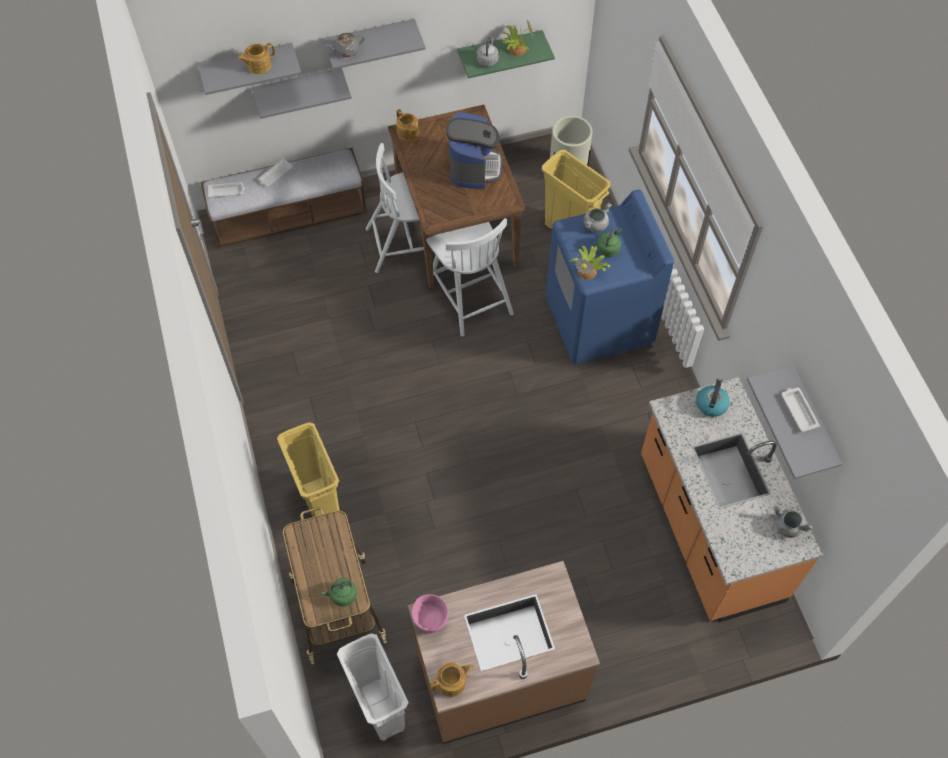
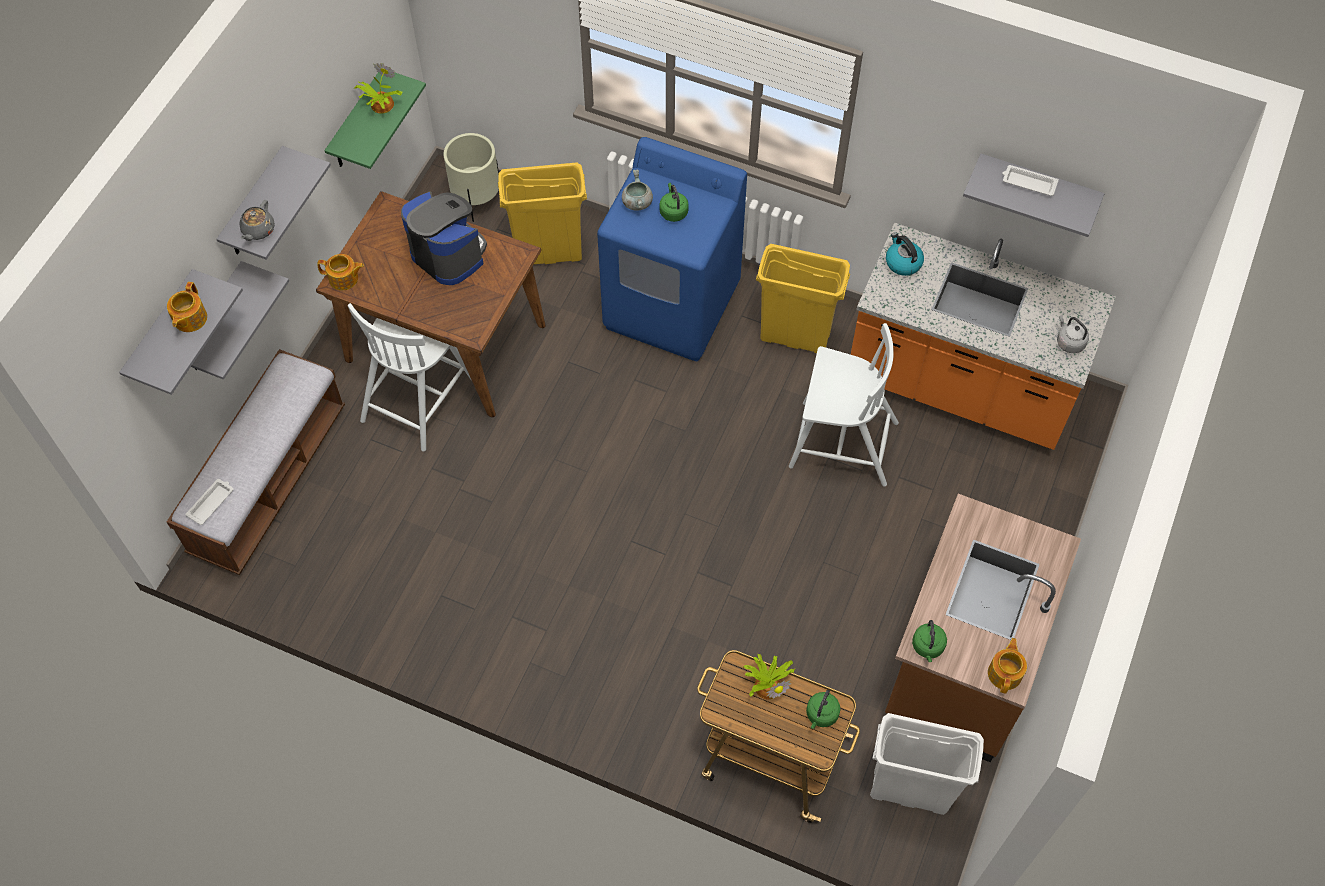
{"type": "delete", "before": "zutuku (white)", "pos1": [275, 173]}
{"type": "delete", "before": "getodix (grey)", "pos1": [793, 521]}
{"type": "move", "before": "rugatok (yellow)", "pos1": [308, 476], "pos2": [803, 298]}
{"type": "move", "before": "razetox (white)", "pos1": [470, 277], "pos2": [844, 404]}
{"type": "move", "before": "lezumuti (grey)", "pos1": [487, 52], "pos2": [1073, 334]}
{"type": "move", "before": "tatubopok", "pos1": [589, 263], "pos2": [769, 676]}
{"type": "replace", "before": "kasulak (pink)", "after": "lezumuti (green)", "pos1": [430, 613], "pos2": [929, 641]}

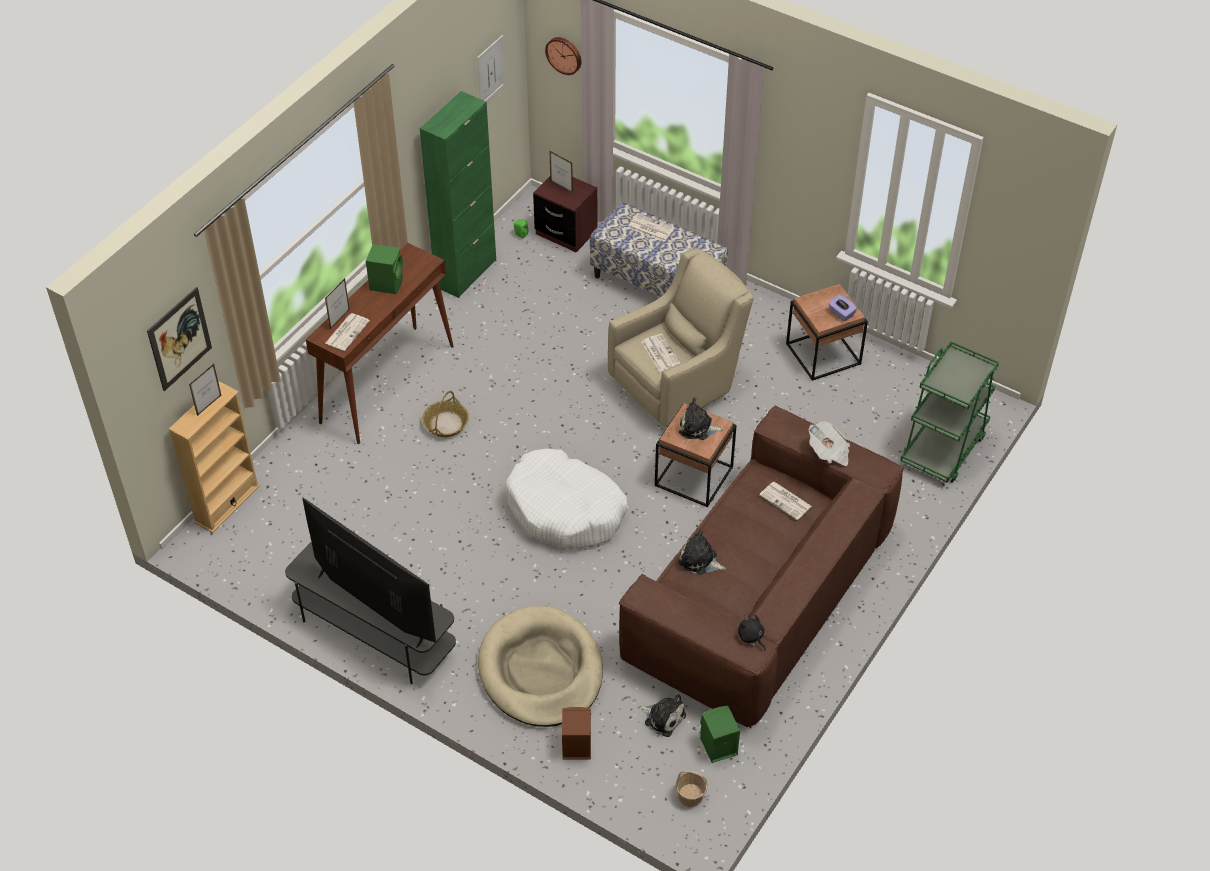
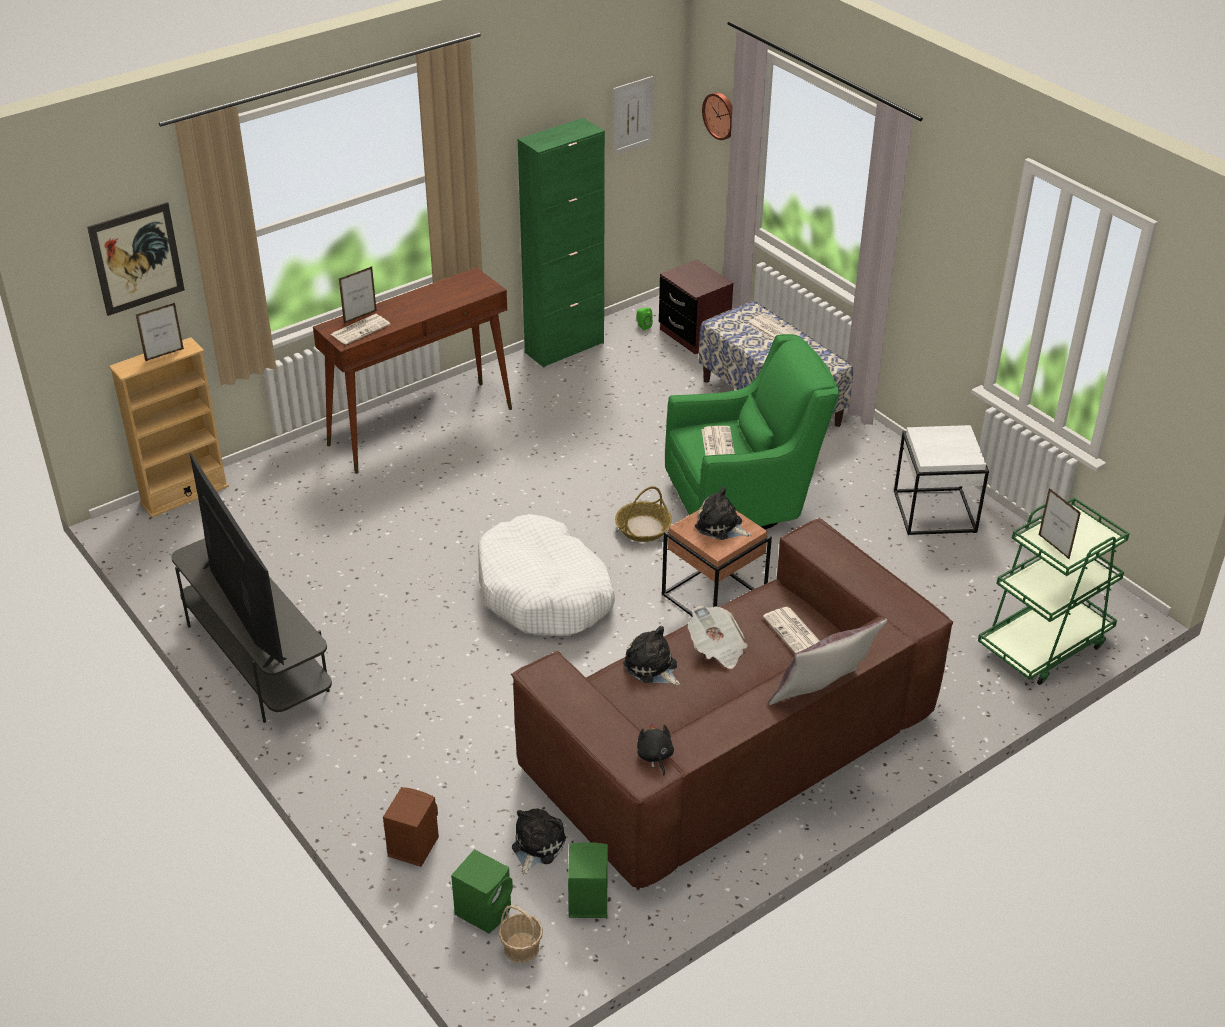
{"type": "delete", "before": "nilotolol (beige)", "pos1": [540, 666]}
{"type": "delete", "before": "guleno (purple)", "pos1": [843, 307]}
{"type": "insert", "after": "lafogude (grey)", "pos2": [827, 661]}
{"type": "move", "before": "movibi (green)", "pos1": [384, 269], "pos2": [482, 891]}
{"type": "move", "before": "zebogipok", "pos1": [445, 414], "pos2": [643, 514]}
{"type": "move", "before": "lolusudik", "pos1": [561, 171], "pos2": [1060, 524]}
{"type": "move", "before": "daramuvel", "pos1": [829, 443], "pos2": [718, 637]}
{"type": "recolor", "before": "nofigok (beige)", "after": "nofigok (green)", "pos1": [681, 338], "pos2": [752, 432]}
{"type": "recolor", "before": "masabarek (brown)", "after": "masabarek (white)", "pos1": [827, 332], "pos2": [941, 480]}
{"type": "rotate", "before": "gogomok", "pos1": [662, 715], "pos2": [539, 841], "turn": -120}

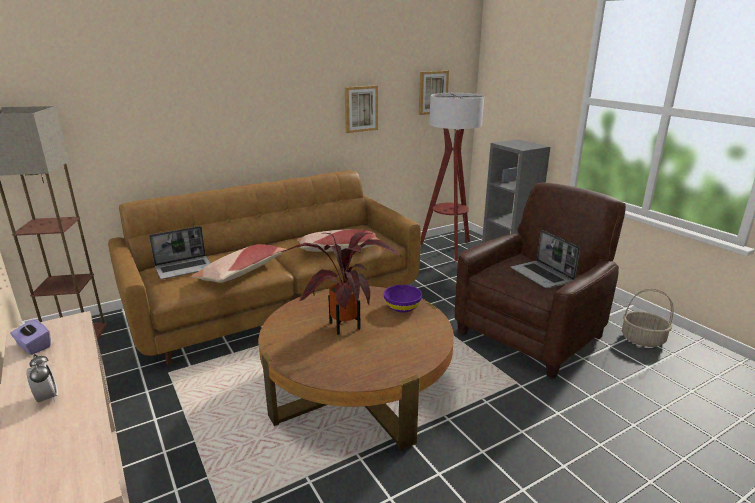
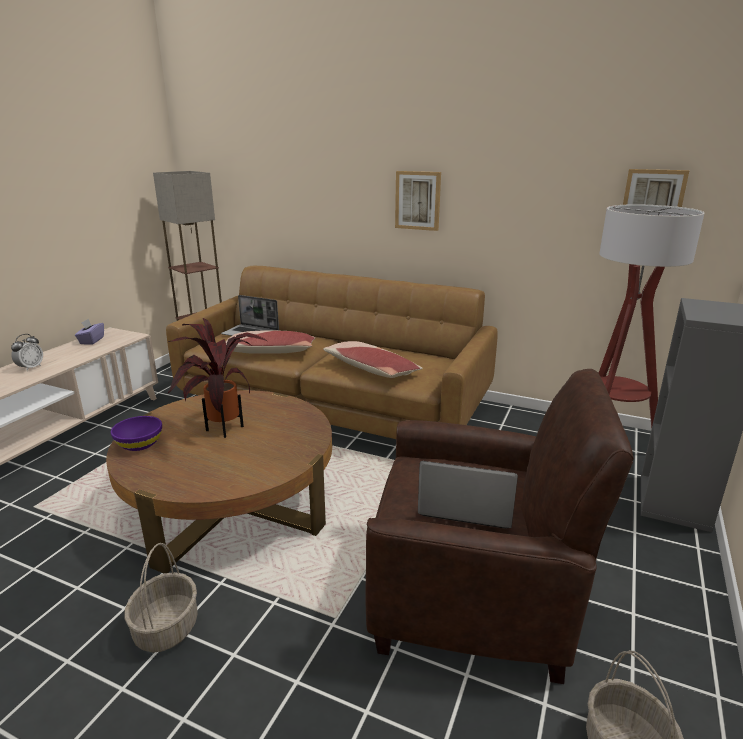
{"type": "insert", "after": "zebogipok", "pos2": [161, 598]}
{"type": "move", "before": "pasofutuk", "pos1": [361, 109], "pos2": [418, 201]}
{"type": "move", "before": "kasulak (purple)", "pos1": [403, 299], "pos2": [136, 433]}
{"type": "rotate", "before": "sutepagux", "pos1": [545, 259], "pos2": [468, 495], "turn": 75}

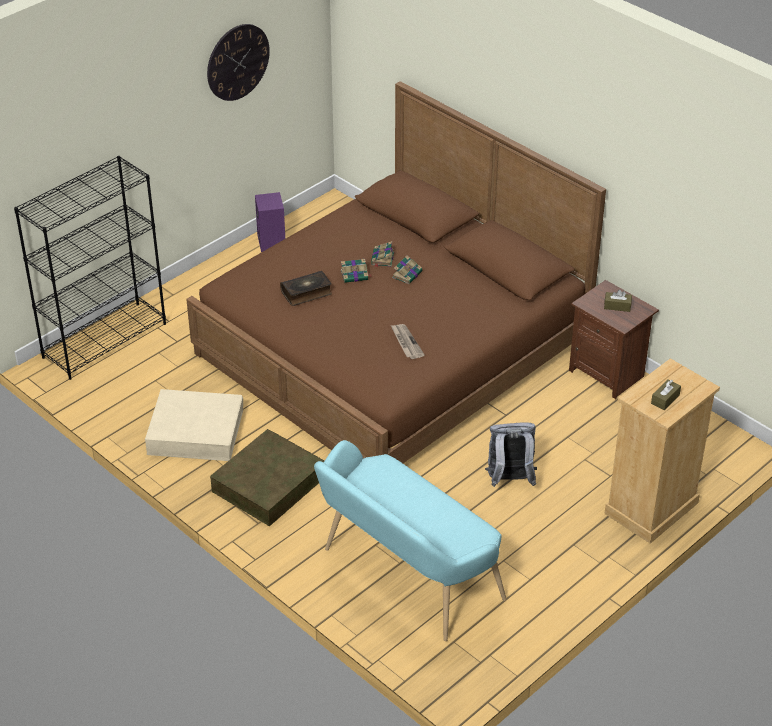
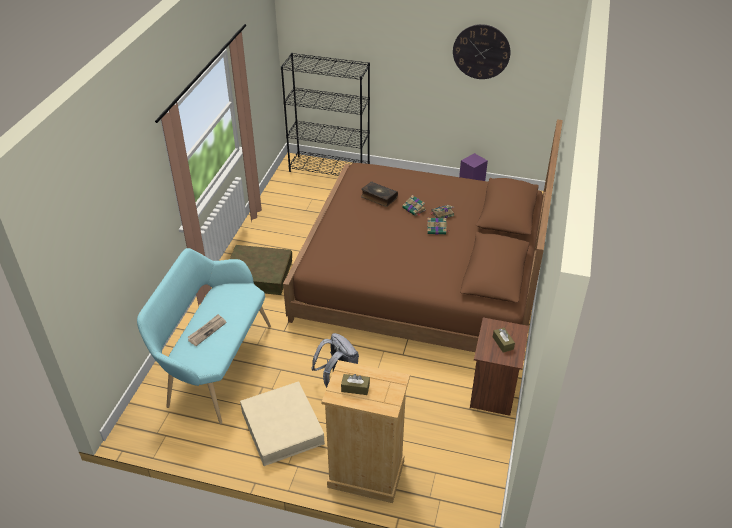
{"type": "move", "before": "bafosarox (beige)", "pos1": [194, 425], "pos2": [282, 423]}
{"type": "move", "before": "daramuvel", "pos1": [408, 341], "pos2": [207, 330]}

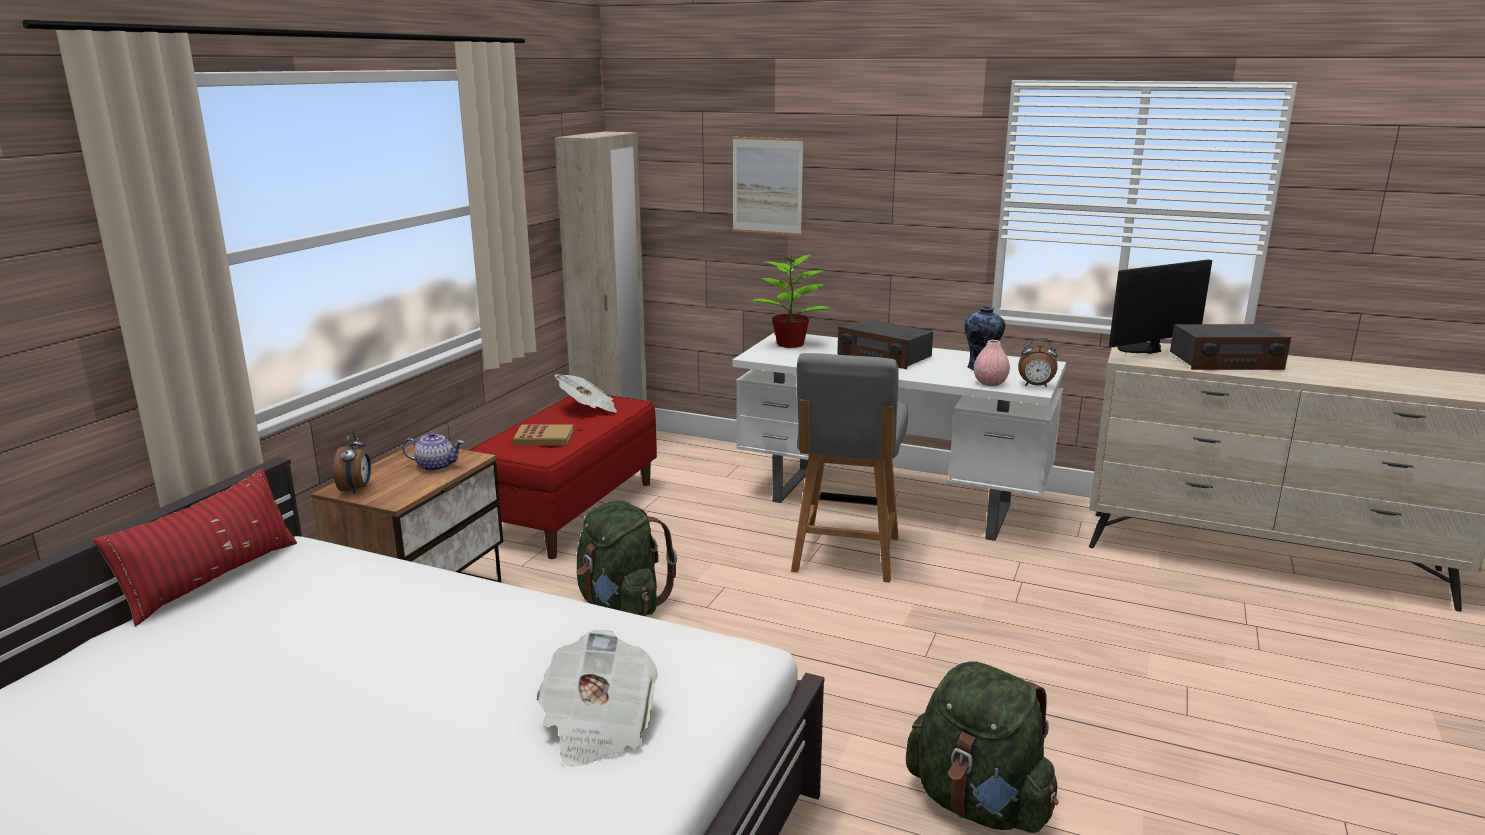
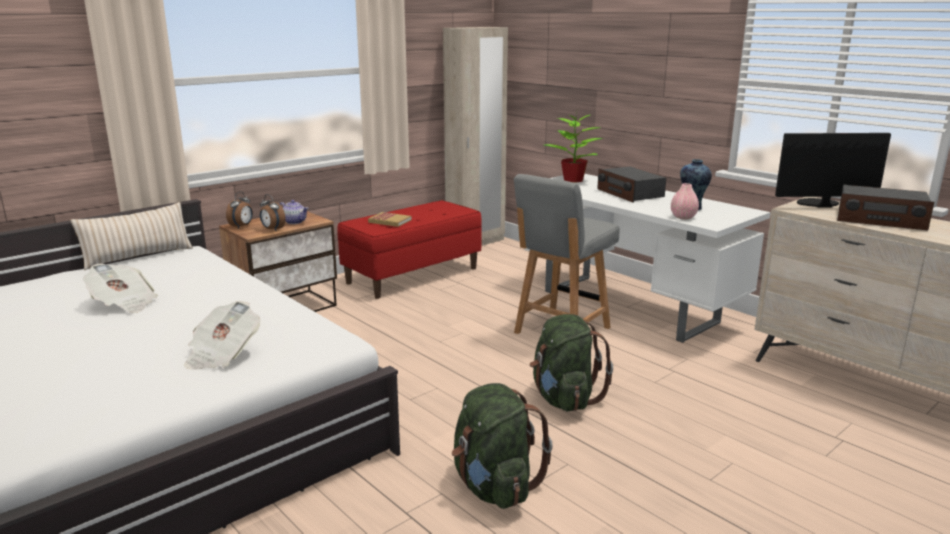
{"type": "delete", "before": "pasofutuk", "pos1": [768, 186]}
{"type": "move", "before": "daramuvel", "pos1": [586, 393], "pos2": [120, 288]}
{"type": "move", "before": "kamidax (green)", "pos1": [626, 559], "pos2": [571, 362]}
{"type": "move", "before": "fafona", "pos1": [1038, 362], "pos2": [273, 212]}
{"type": "recolor", "before": "lafogude (red)", "after": "lafogude (beige)", "pos1": [195, 547], "pos2": [131, 236]}

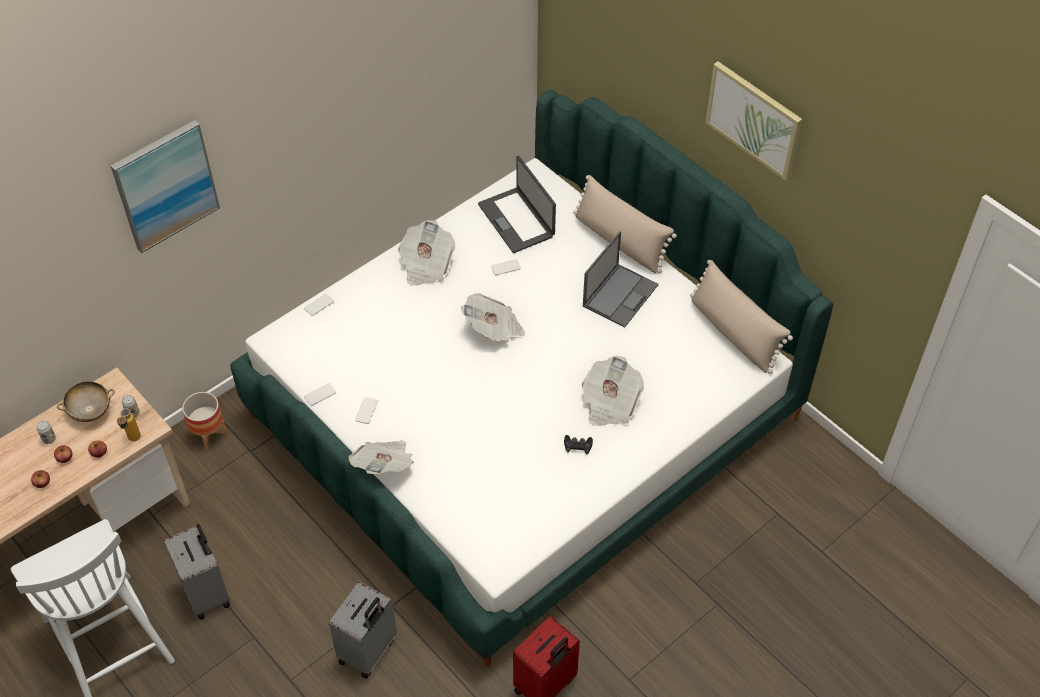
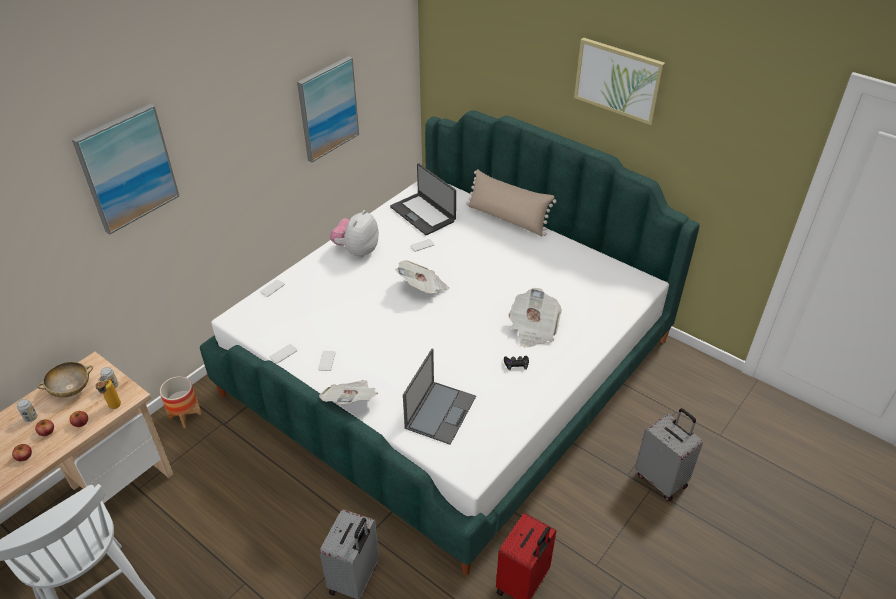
{"type": "delete", "before": "lafogude (beige)", "pos1": [741, 317]}
{"type": "insert", "after": "pasofutuk", "pos2": [328, 109]}
{"type": "move", "before": "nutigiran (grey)", "pos1": [197, 572], "pos2": [669, 455]}
{"type": "move", "before": "sutepagux", "pos1": [621, 279], "pos2": [439, 397]}
{"type": "replace", "before": "daramuvel", "after": "gogomok", "pos1": [426, 253], "pos2": [354, 234]}

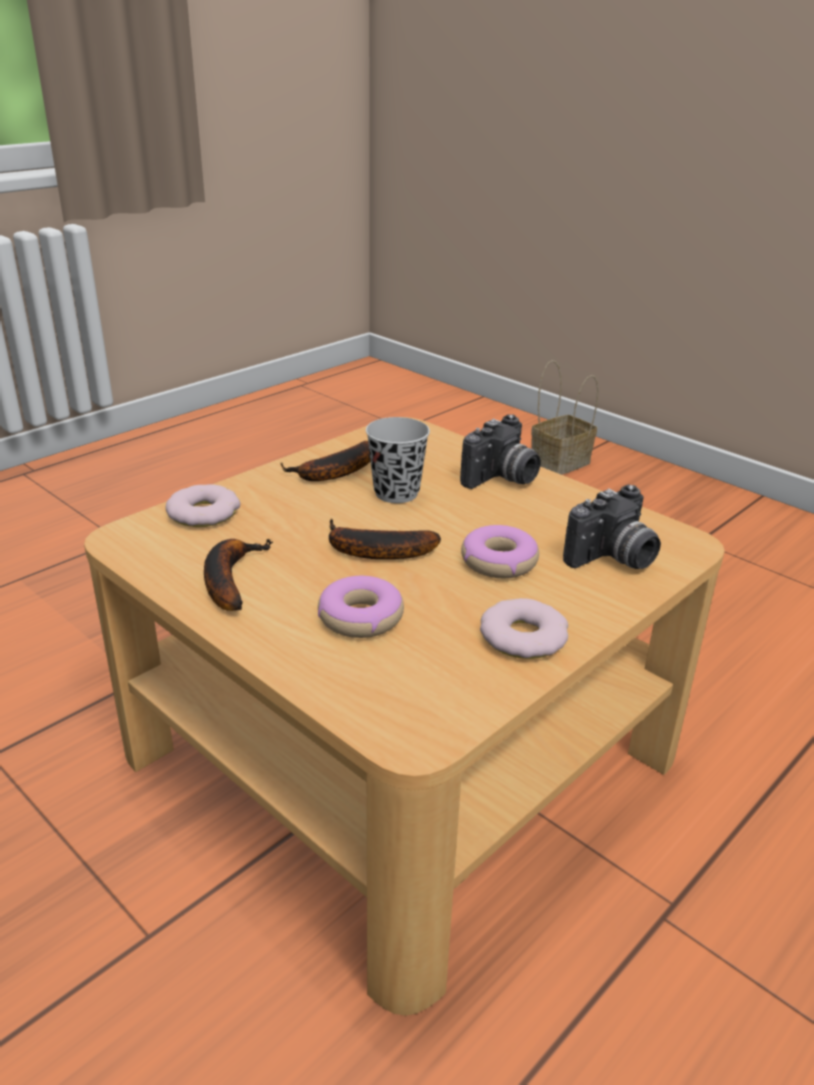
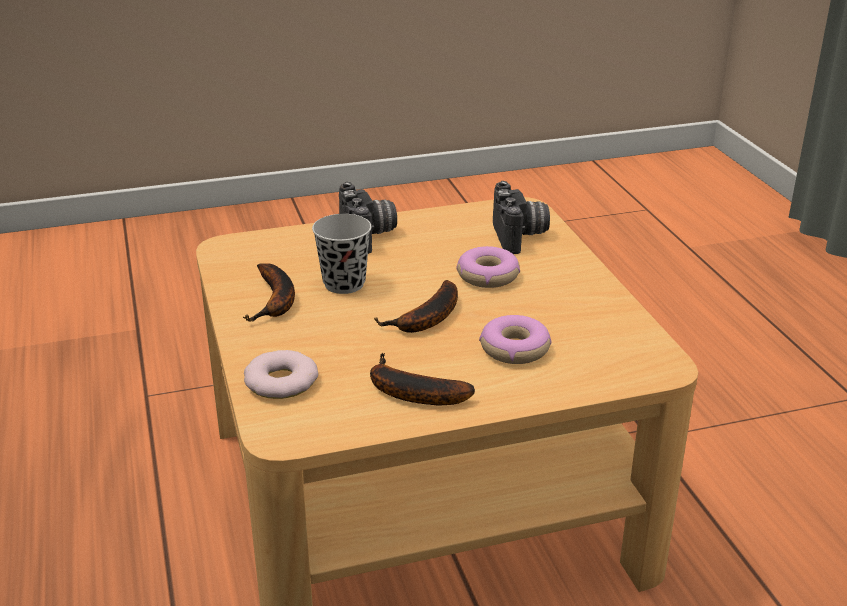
{"type": "delete", "before": "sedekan", "pos1": [524, 628]}
{"type": "delete", "before": "zebogipok", "pos1": [565, 417]}

